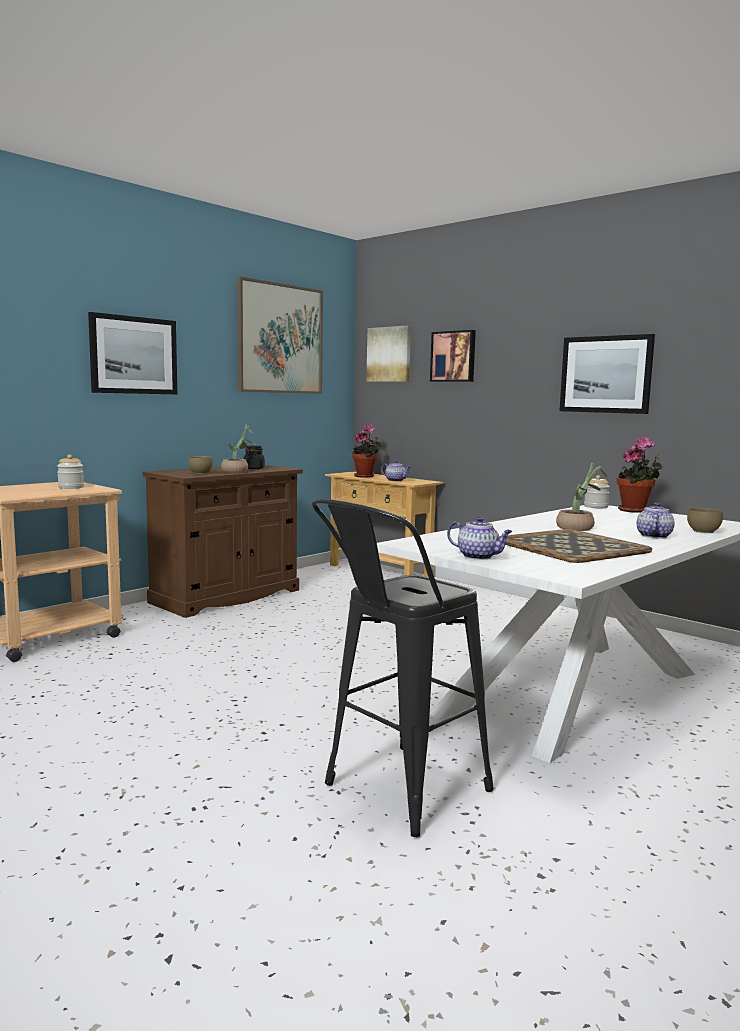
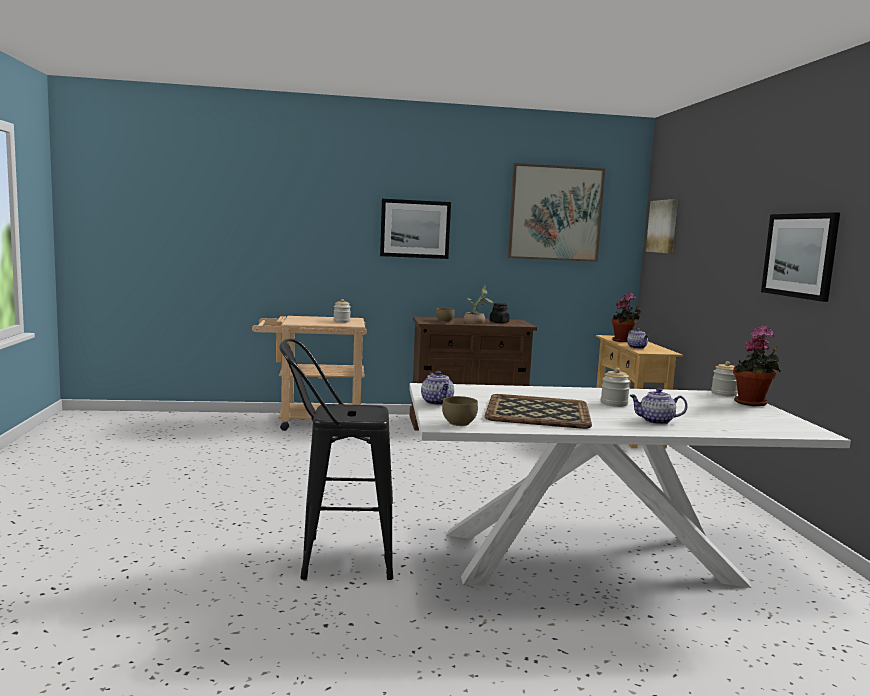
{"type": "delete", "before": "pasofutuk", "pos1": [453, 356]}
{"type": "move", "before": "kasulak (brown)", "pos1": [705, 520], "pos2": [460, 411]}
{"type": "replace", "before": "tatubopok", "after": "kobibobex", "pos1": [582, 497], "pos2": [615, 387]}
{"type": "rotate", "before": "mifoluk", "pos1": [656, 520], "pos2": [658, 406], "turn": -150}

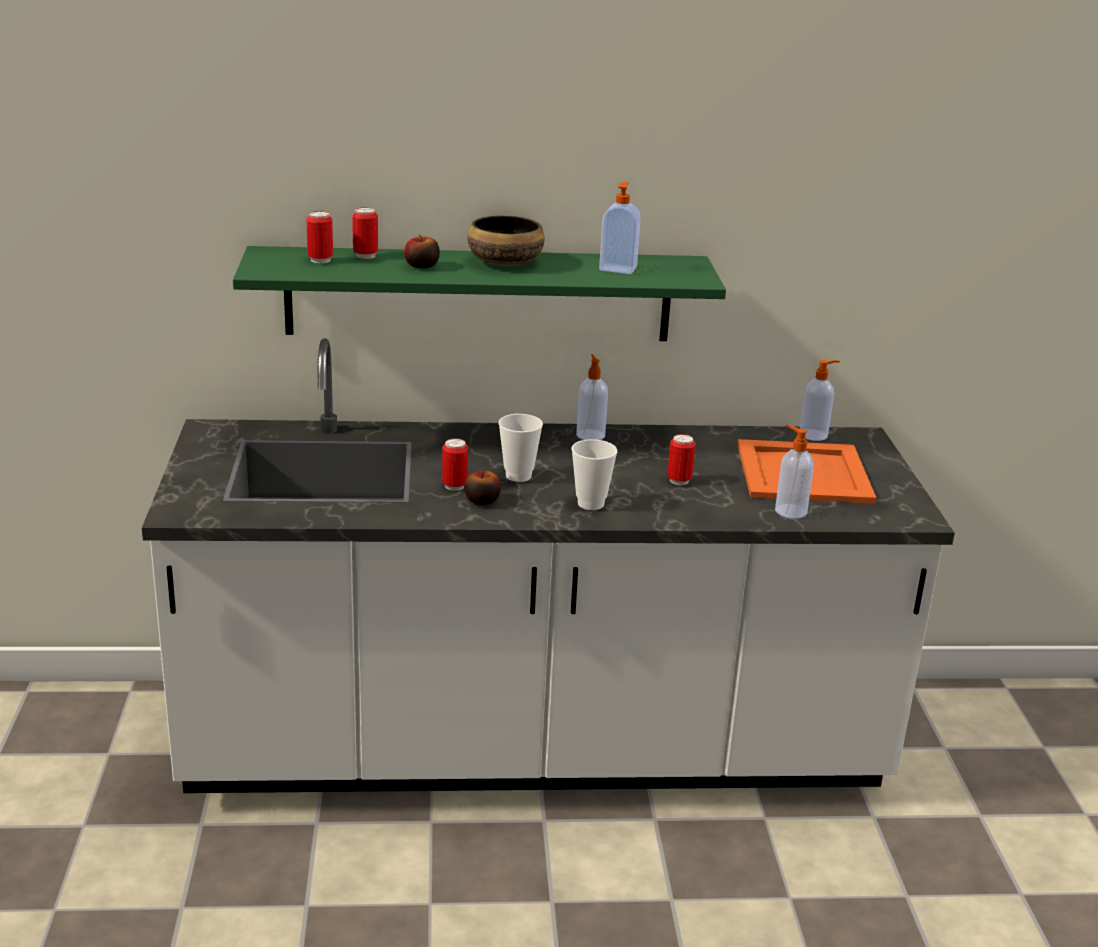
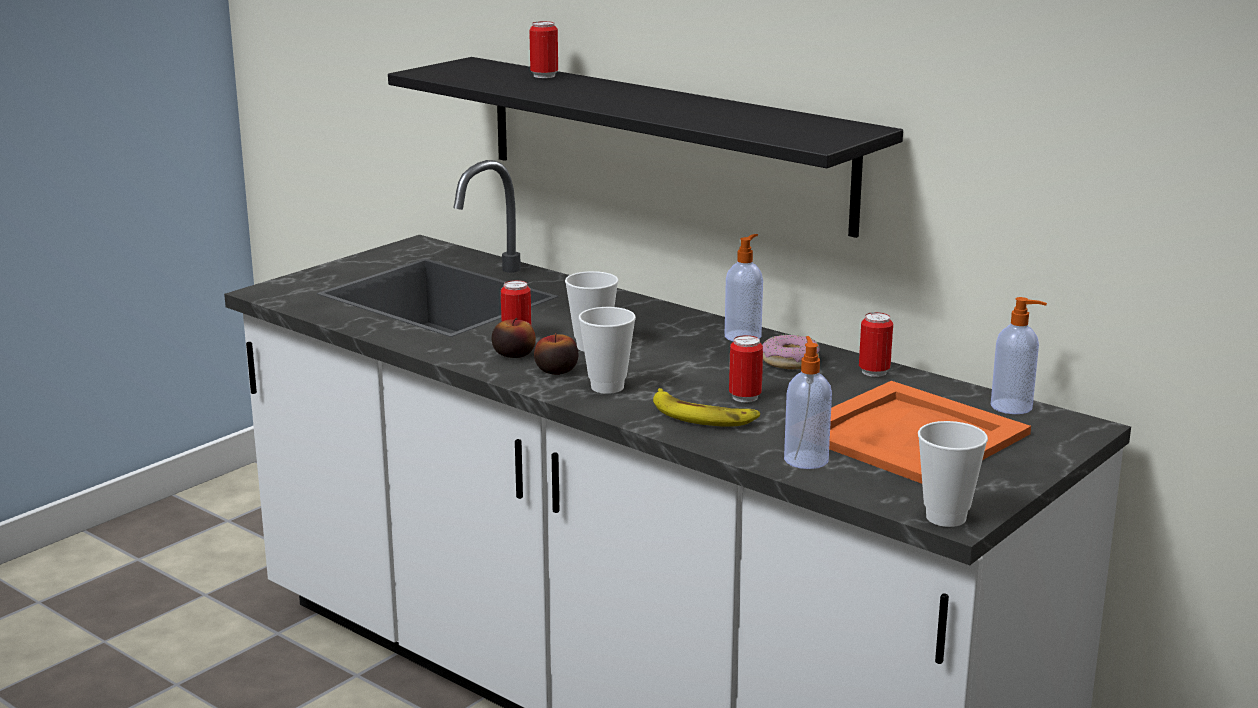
{"type": "delete", "before": "kasulak", "pos1": [506, 240]}
{"type": "delete", "before": "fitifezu", "pos1": [620, 228]}
{"type": "insert", "after": "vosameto", "pos2": [706, 407]}
{"type": "insert", "after": "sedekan", "pos2": [791, 352]}
{"type": "insert", "after": "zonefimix", "pos2": [953, 474]}
{"type": "move", "before": "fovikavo", "pos1": [319, 237], "pos2": [876, 344]}
{"type": "move", "before": "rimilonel", "pos1": [422, 251], "pos2": [556, 354]}
{"type": "recolor", "before": "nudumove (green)", "after": "nudumove (black)", "pos1": [479, 293], "pos2": [645, 147]}

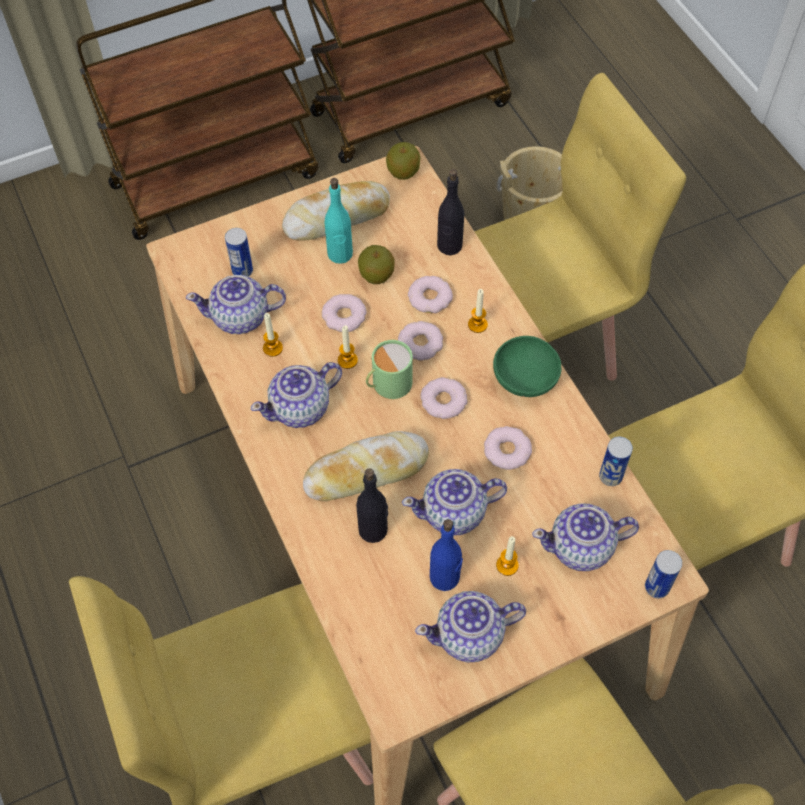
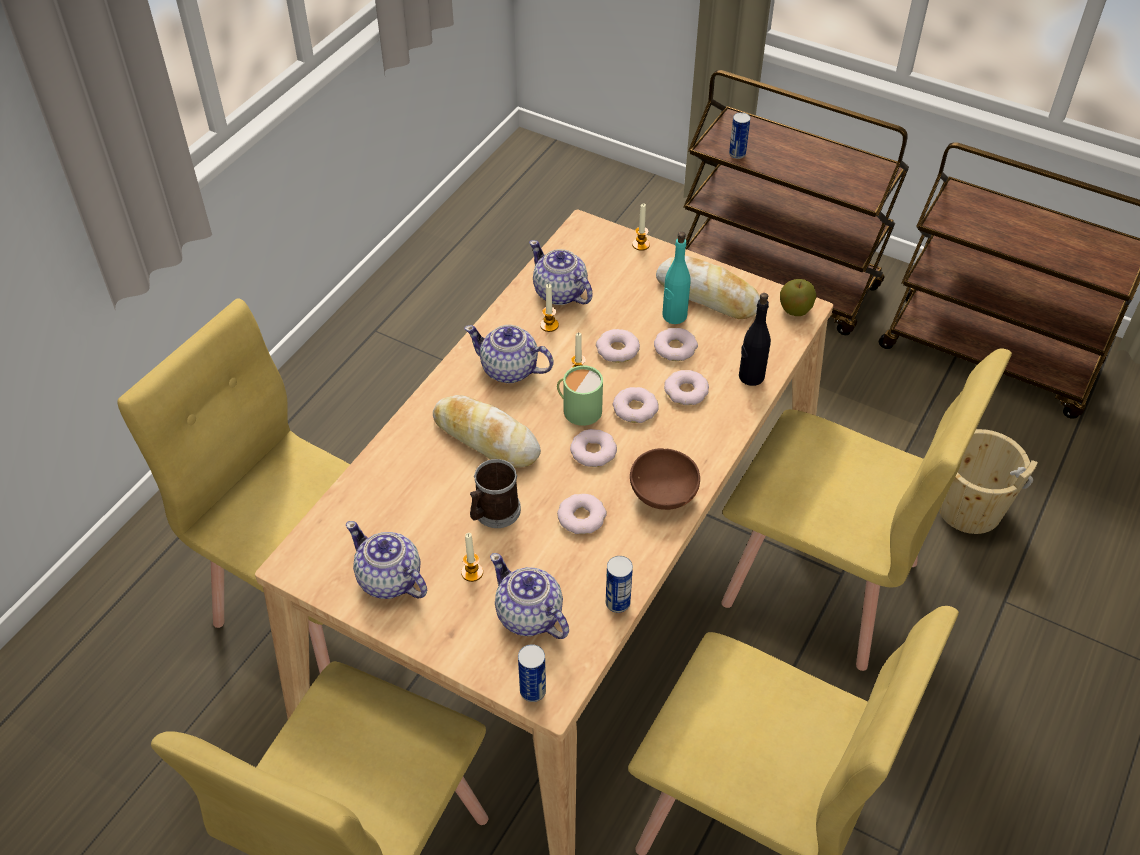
{"type": "delete", "before": "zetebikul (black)", "pos1": [372, 505]}
{"type": "delete", "before": "zetebikul (blue)", "pos1": [446, 555]}
{"type": "move", "before": "fovikavo", "pos1": [239, 252], "pos2": [739, 135]}
{"type": "move", "before": "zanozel", "pos1": [478, 311], "pos2": [641, 227]}
{"type": "replace", "before": "rimilonel", "after": "sedekan", "pos1": [376, 264], "pos2": [676, 344]}
{"type": "replace", "before": "mifoluk", "after": "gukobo", "pos1": [454, 502], "pos2": [495, 493]}
{"type": "recolor", "before": "kasulak (green)", "after": "kasulak (brown)", "pos1": [527, 366], "pos2": [665, 479]}

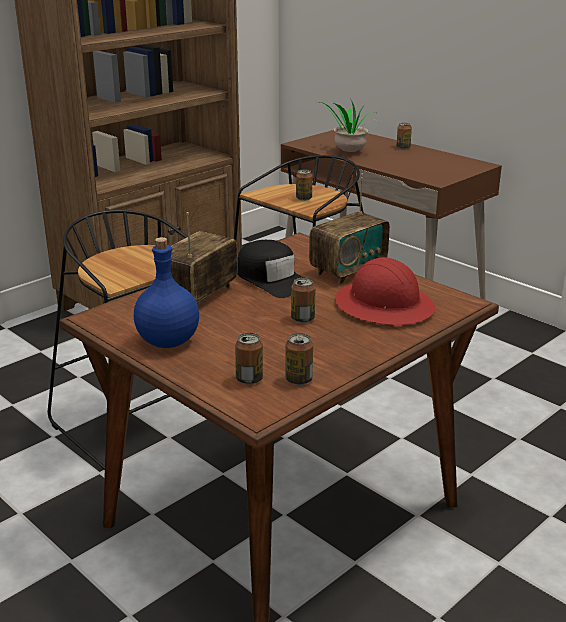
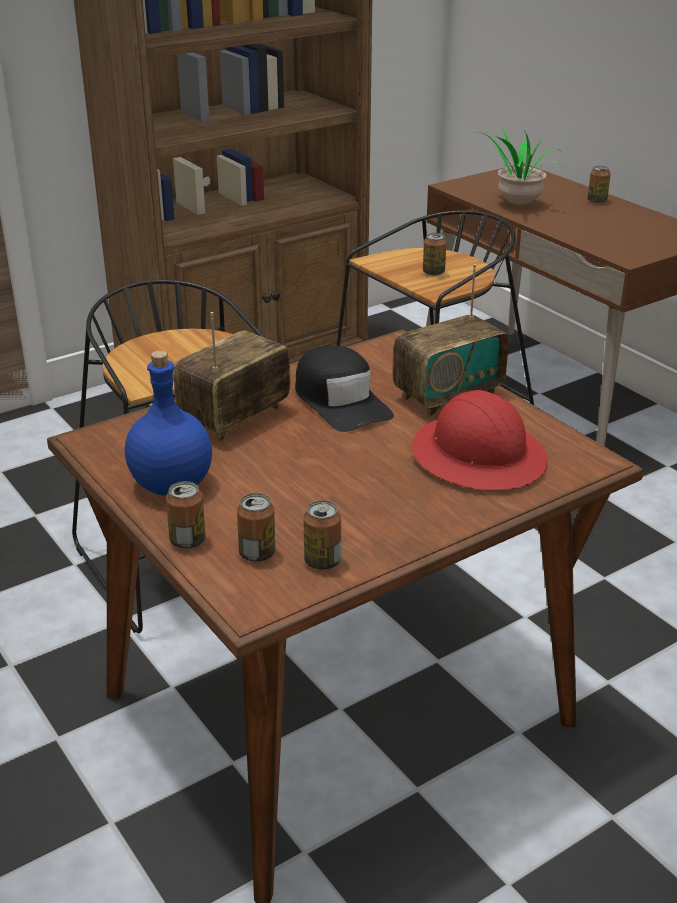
{"type": "move", "before": "fovikavo", "pos1": [303, 300], "pos2": [186, 515]}

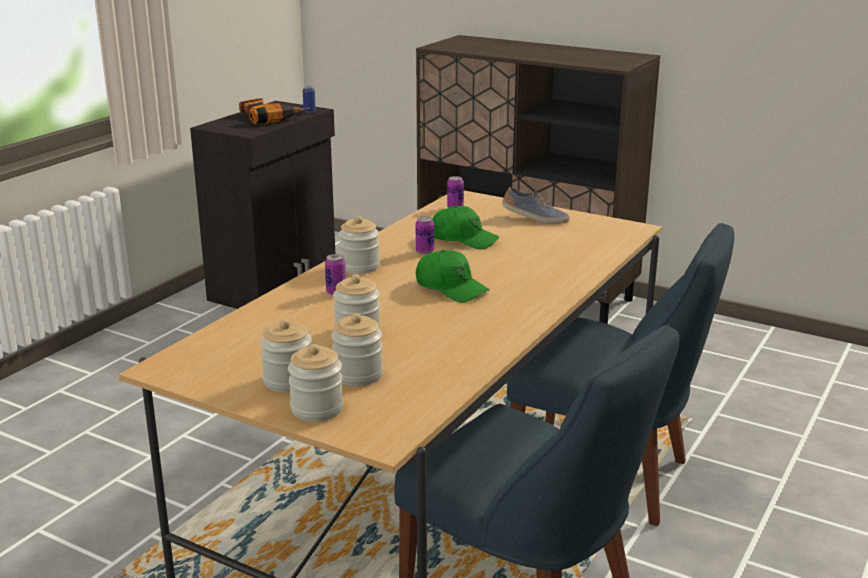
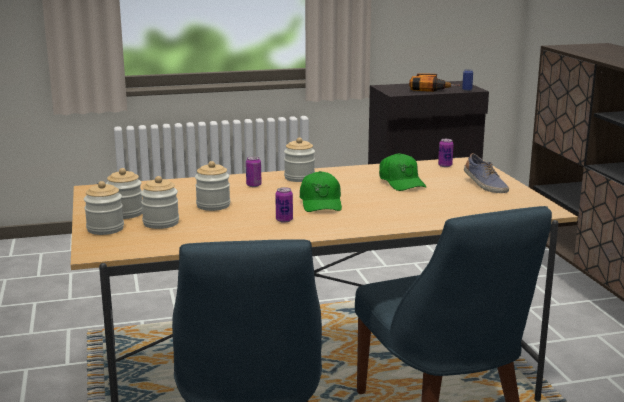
{"type": "move", "before": "fovikavo", "pos1": [425, 235], "pos2": [284, 205]}

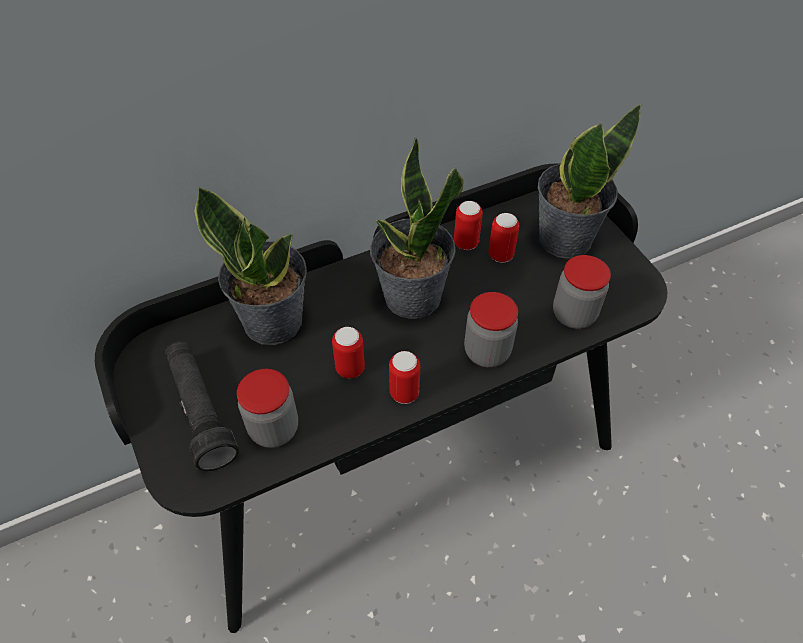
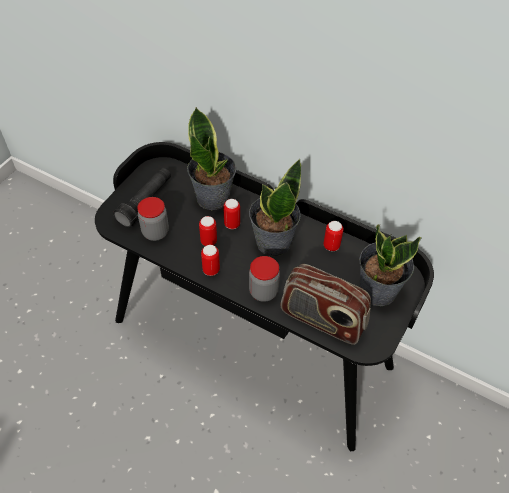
{"type": "move", "before": "fovikavo", "pos1": [503, 238], "pos2": [231, 214]}
{"type": "replace", "before": "kobibobex", "after": "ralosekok", "pos1": [582, 292], "pos2": [326, 304]}

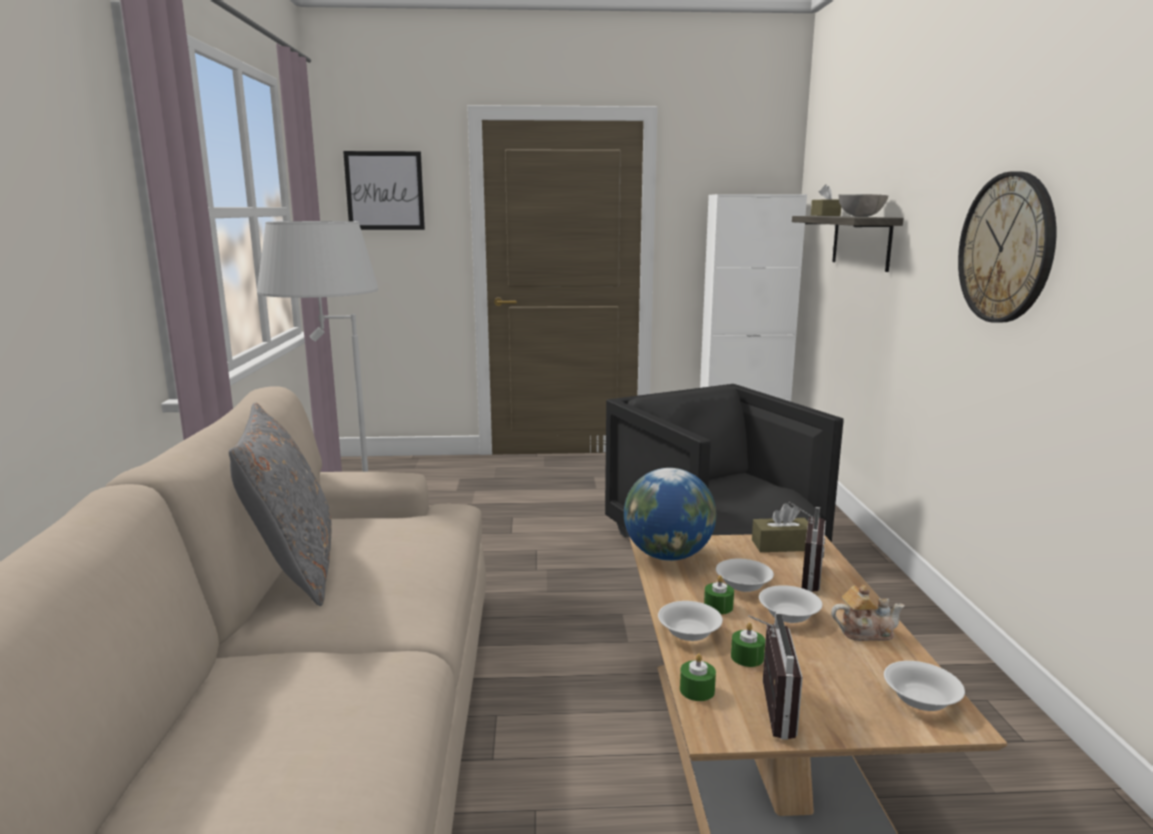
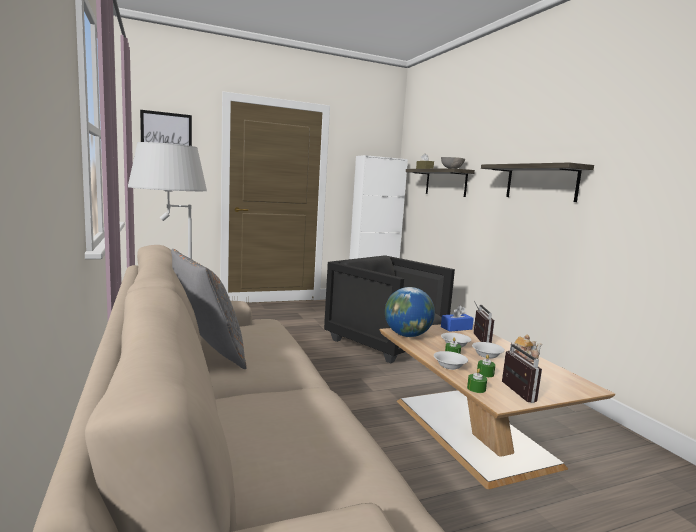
{"type": "delete", "before": "kasulak (white)", "pos1": [924, 686]}
{"type": "replace", "before": "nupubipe", "after": "nudumove", "pos1": [1007, 247], "pos2": [537, 182]}
{"type": "recolor", "before": "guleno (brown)", "after": "guleno (blue)", "pos1": [780, 527], "pos2": [457, 318]}

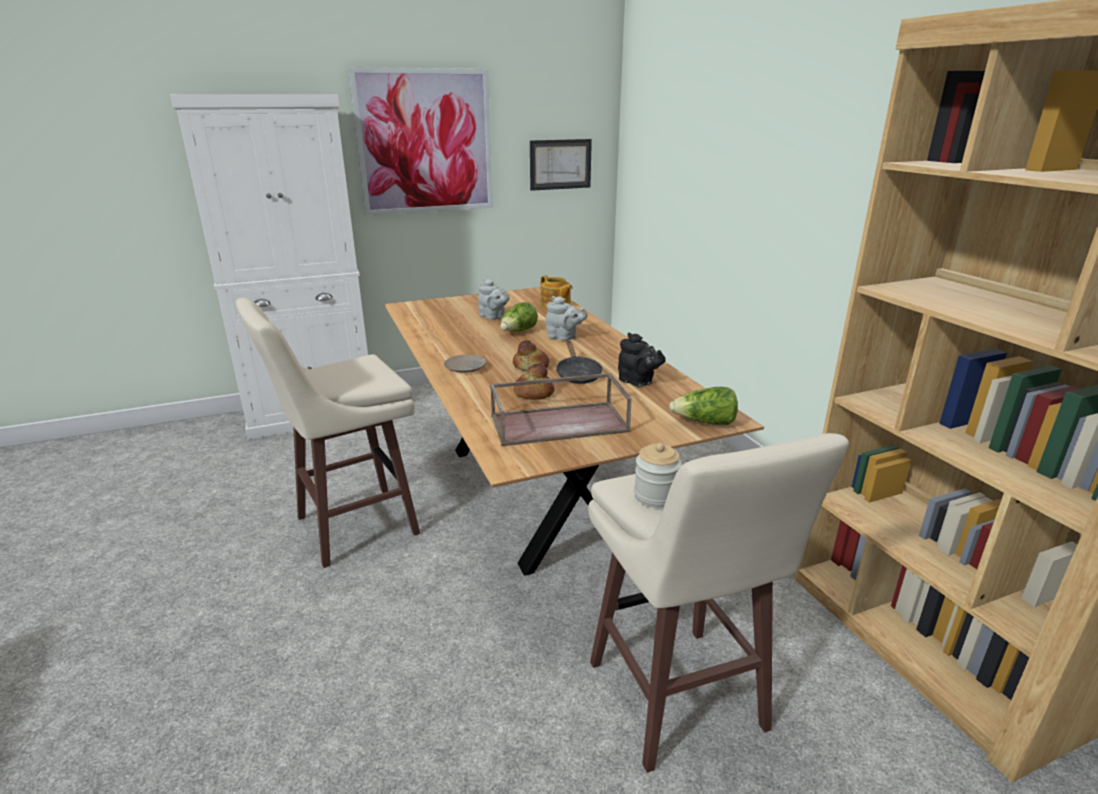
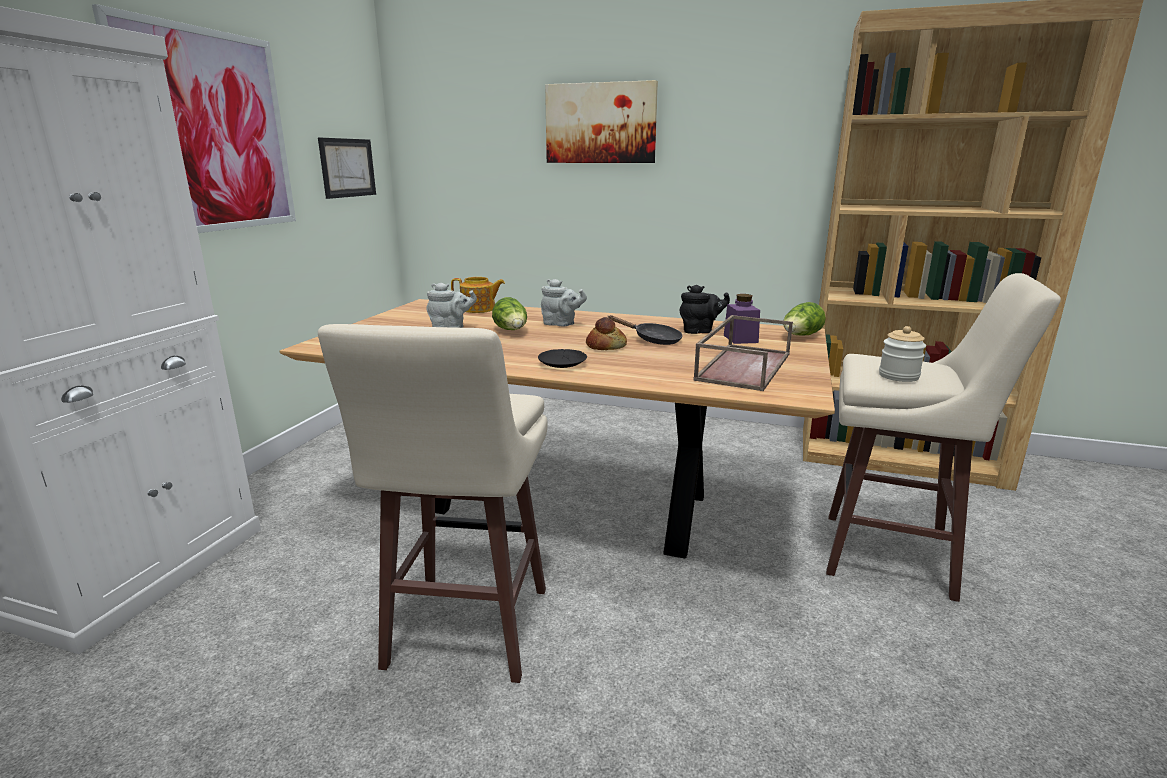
{"type": "delete", "before": "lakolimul", "pos1": [533, 382]}
{"type": "insert", "after": "pasofutuk", "pos2": [601, 121]}
{"type": "insert", "after": "kobibobex (purple)", "pos2": [742, 319]}
{"type": "recolor", "before": "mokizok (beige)", "after": "mokizok (black)", "pos1": [465, 364], "pos2": [562, 358]}
{"type": "rotate", "before": "mifoluk (grey)", "pos1": [567, 318], "pos2": [564, 302], "turn": 45}

